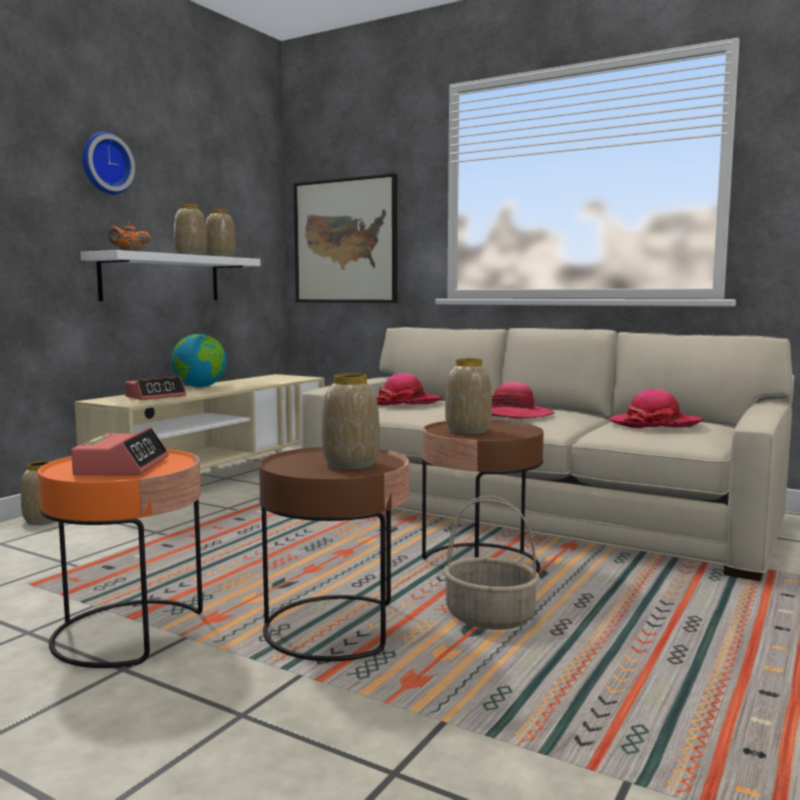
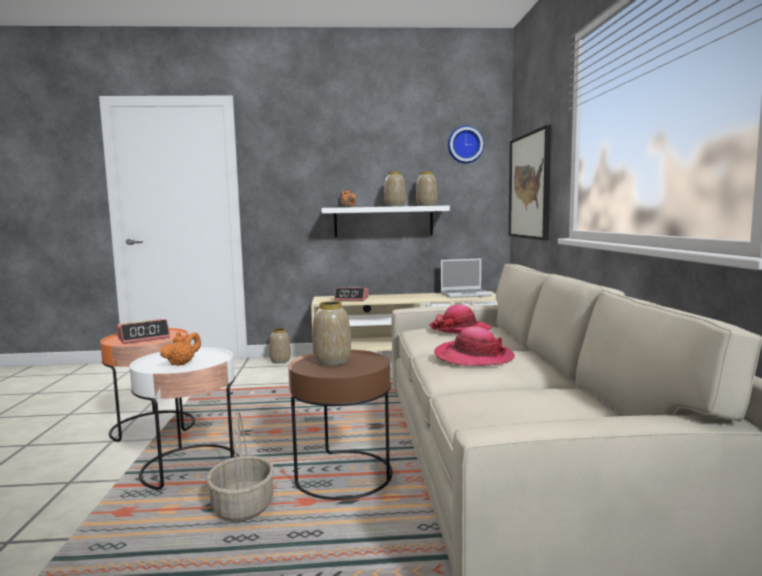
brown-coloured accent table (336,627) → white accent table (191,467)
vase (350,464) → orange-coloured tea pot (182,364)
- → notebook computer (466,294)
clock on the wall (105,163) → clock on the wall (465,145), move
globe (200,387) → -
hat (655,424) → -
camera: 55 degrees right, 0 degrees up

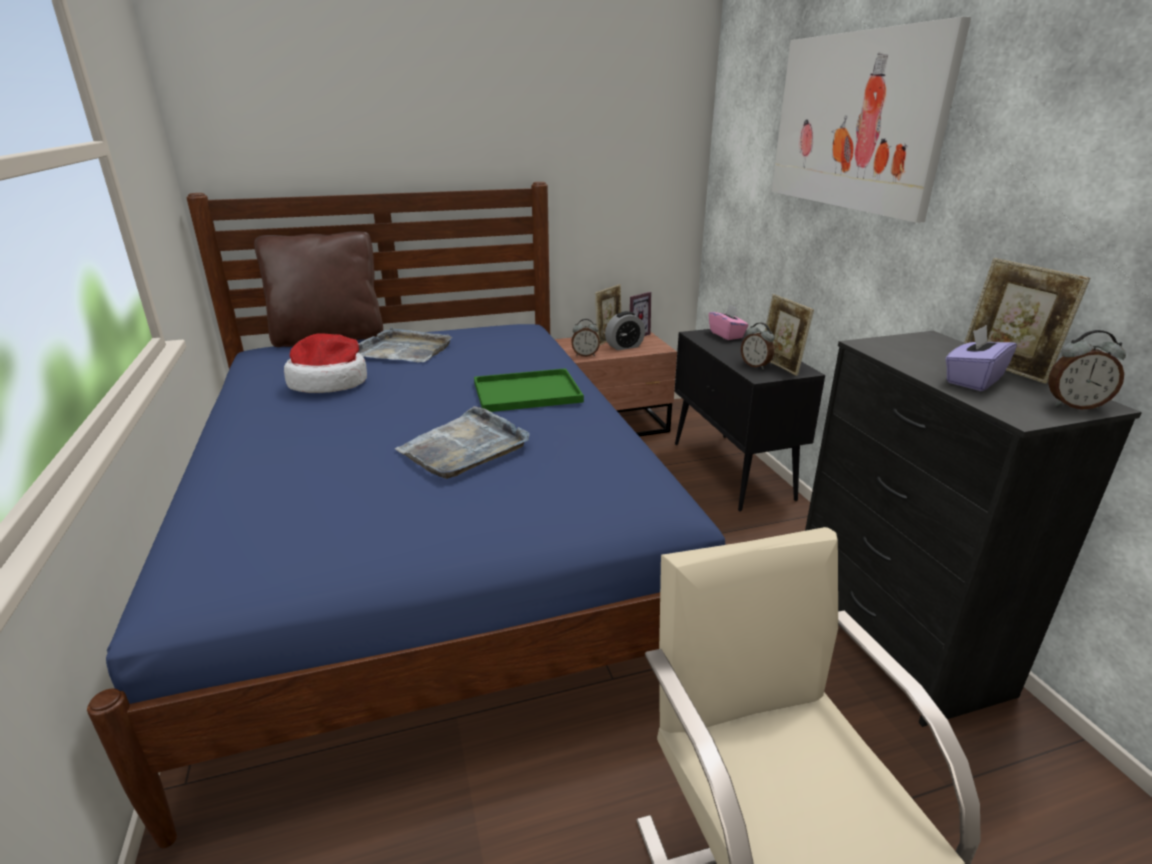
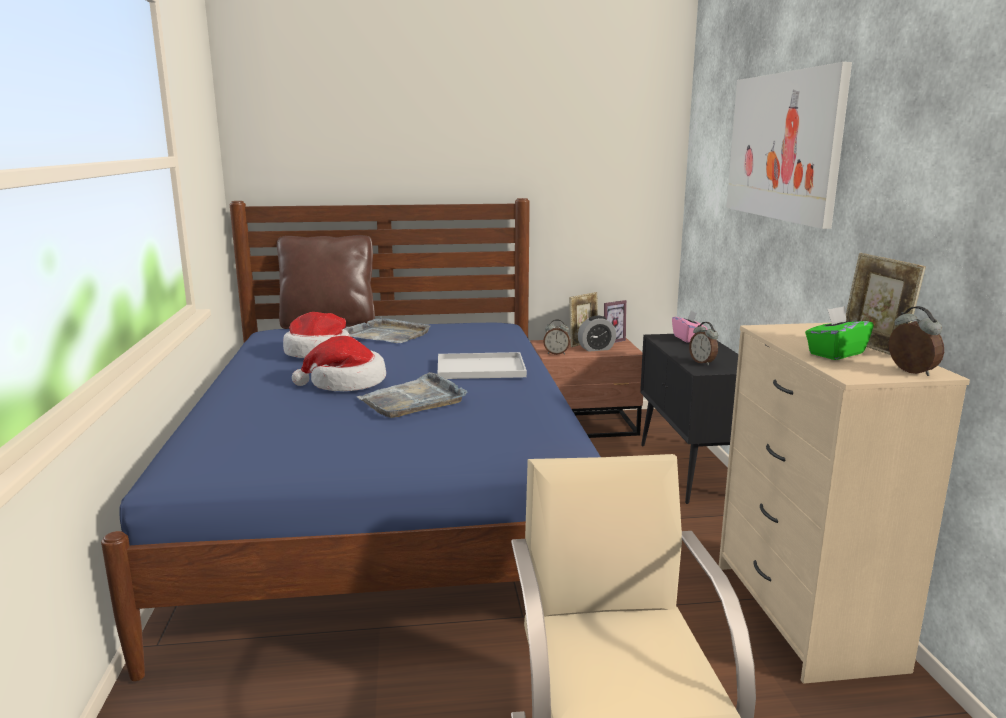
- → hat (346,383)
greenish carrying tray (525,393) → white carrying tray (478,368)
black dresser (893,637) → beige-coloured dresser (803,615)
purplish tissue box (972,380) → greenish tissue box (835,353)
alarm clock (1074,405) → alarm clock (910,372), 135 degrees counterclockwise
picture frame (780,366) → -
camera: 10 degrees right, 10 degrees down

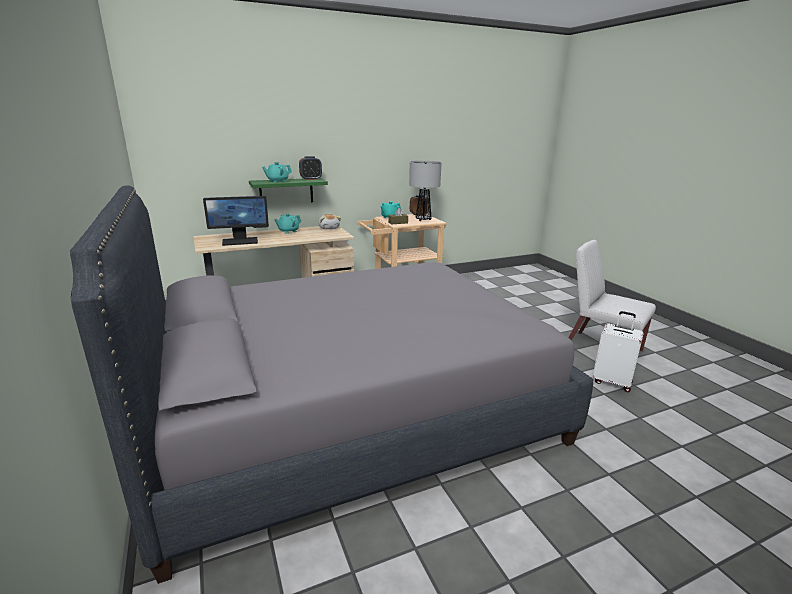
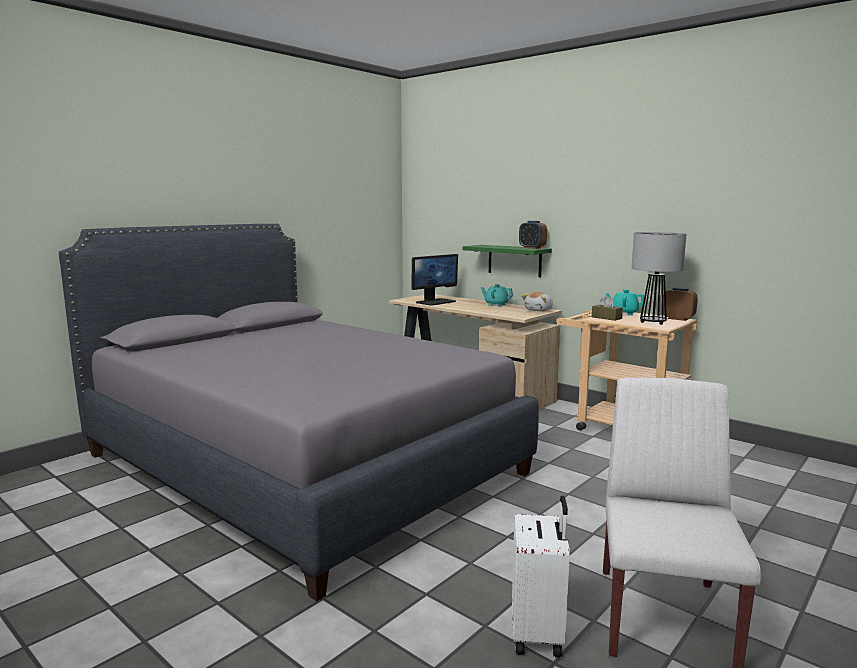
monitor (240,241) → monitor (435,302), 90 degrees counterclockwise
turquoise tea pot (277,181) → -
camera: 65 degrees right, 10 degrees down

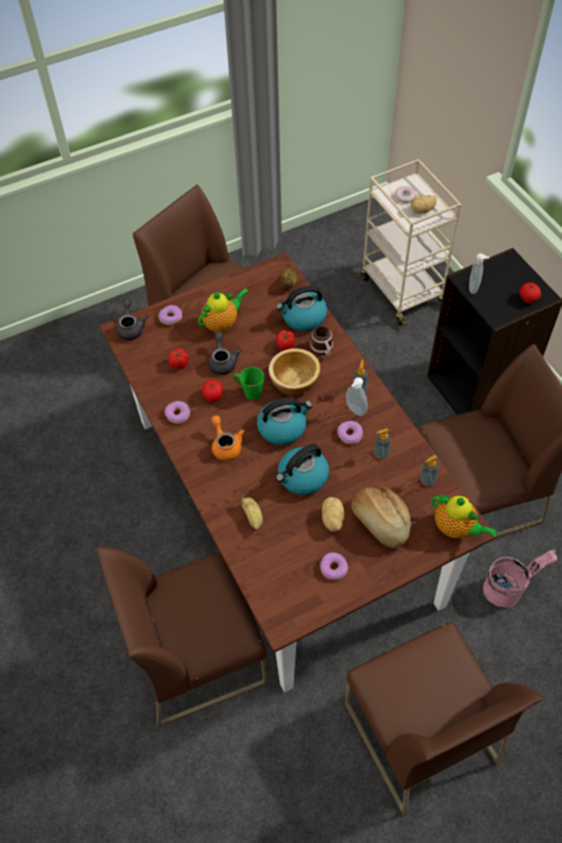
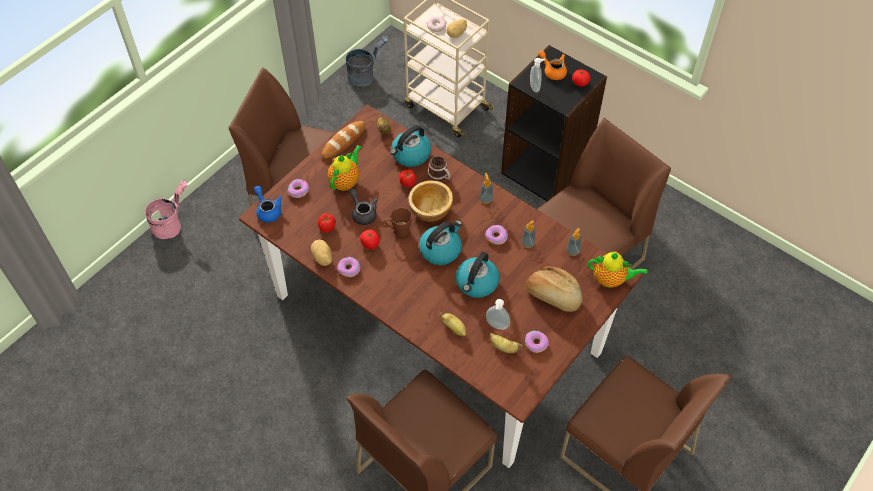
pink pail (508,588) → pink pail (171,225), move
greyish tea pot (131,327) → bluish tea pot (268,210)
spud (332,520) → spud (322,258), move
- → bakery bread (344,141)
- → greyish pail (365,76)
greenish tea mug (249,392) → brown-coloured tea mug (398,230)
soap dispenser (354,411) → soap dispenser (496,326), move
- → banana fruit (504,347)
orange-coloured tea pot (226,445) → orange-coloured tea pot (552,71), move
camera: 25 degrees left, 0 degrees up

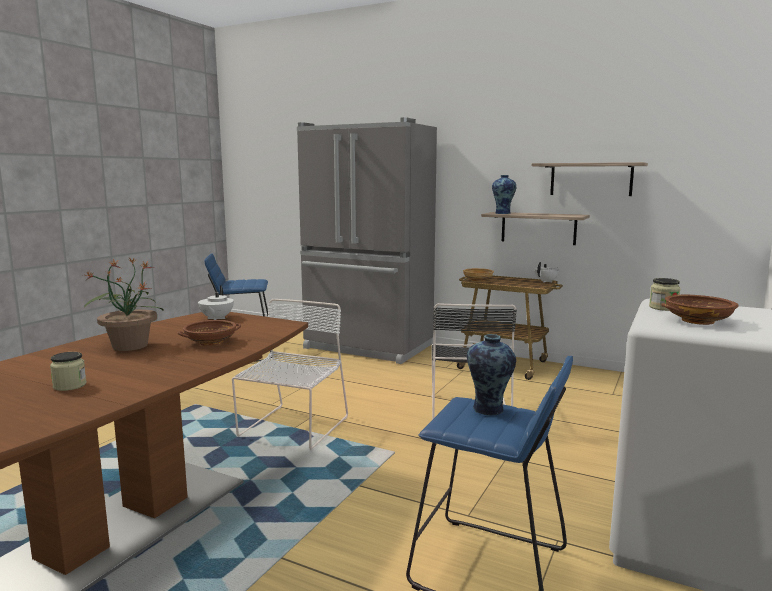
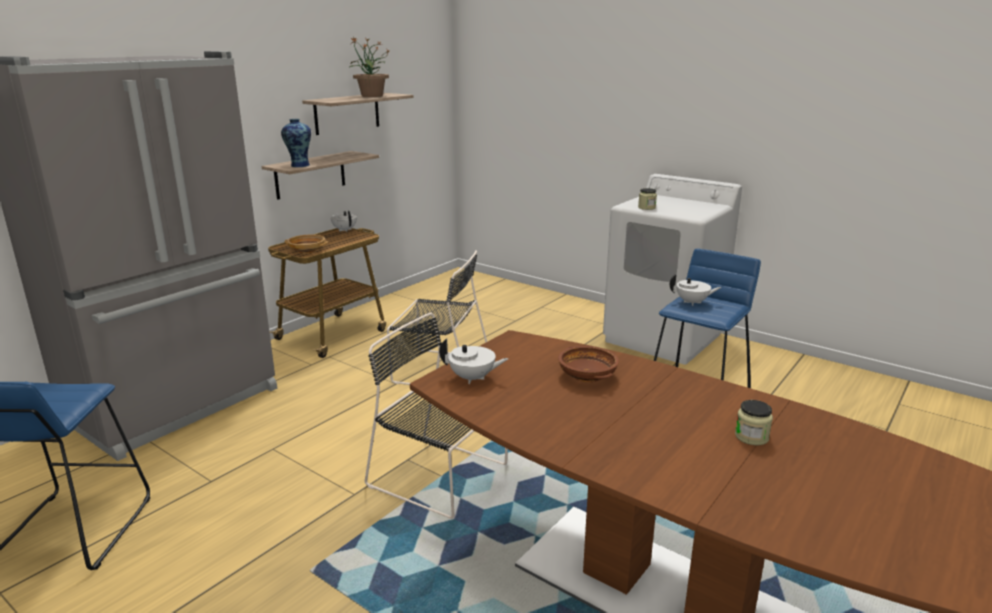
potted plant (129,345) → potted plant (371,96), move
white plain chair (292,428) → black plain chair (441,476)
vase (489,410) → white tea pot (692,302)
brown-coloured bowl (698,320) → -
camera: 80 degrees left, 10 degrees up

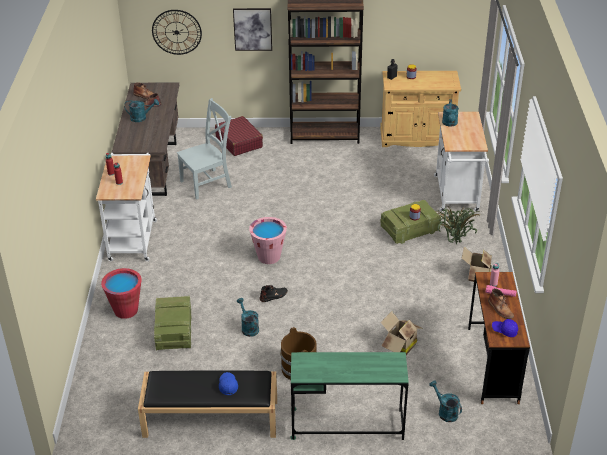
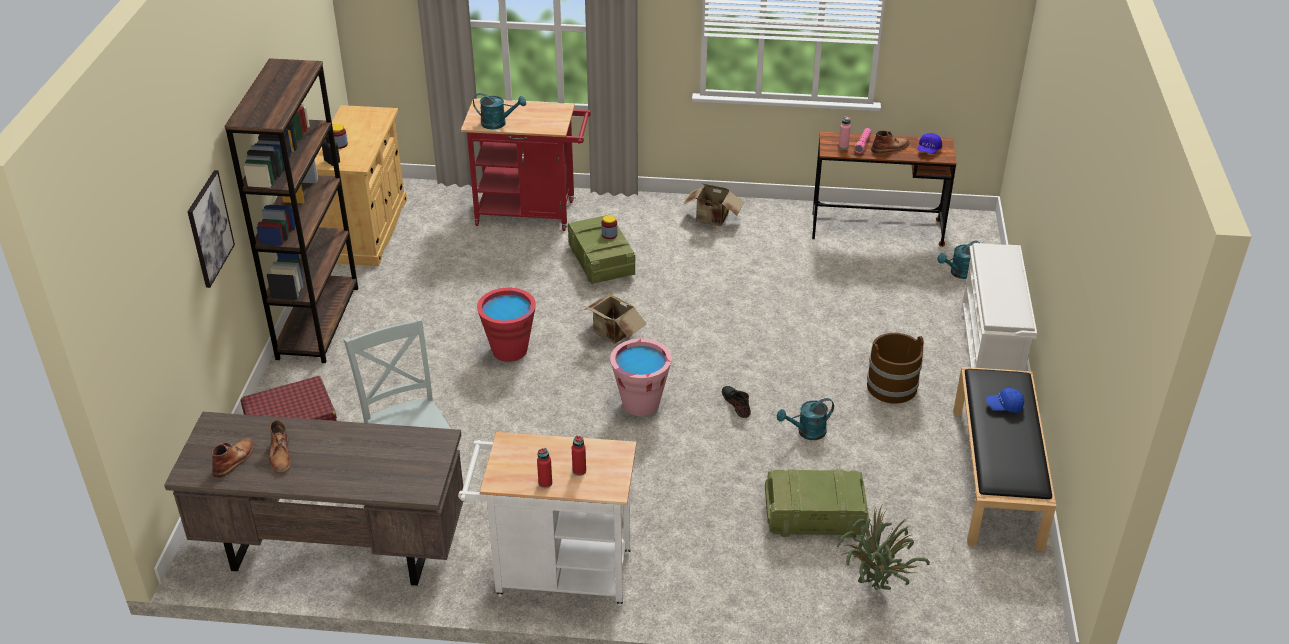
white cart (457,196) → reddish cart (532,213)
reddish pail (126,310) → reddish pail (510,350), move
cardboard box (399,346) → cardboard box (612,334), move
potted plant (454,243) → potted plant (874,589), move
greenish desk (347,424) → white shoe stand (990,351)
turquoise watering pot (141,118) → -
clock on the wall (176,32) → -
camera: 85 degrees left, 0 degrees up

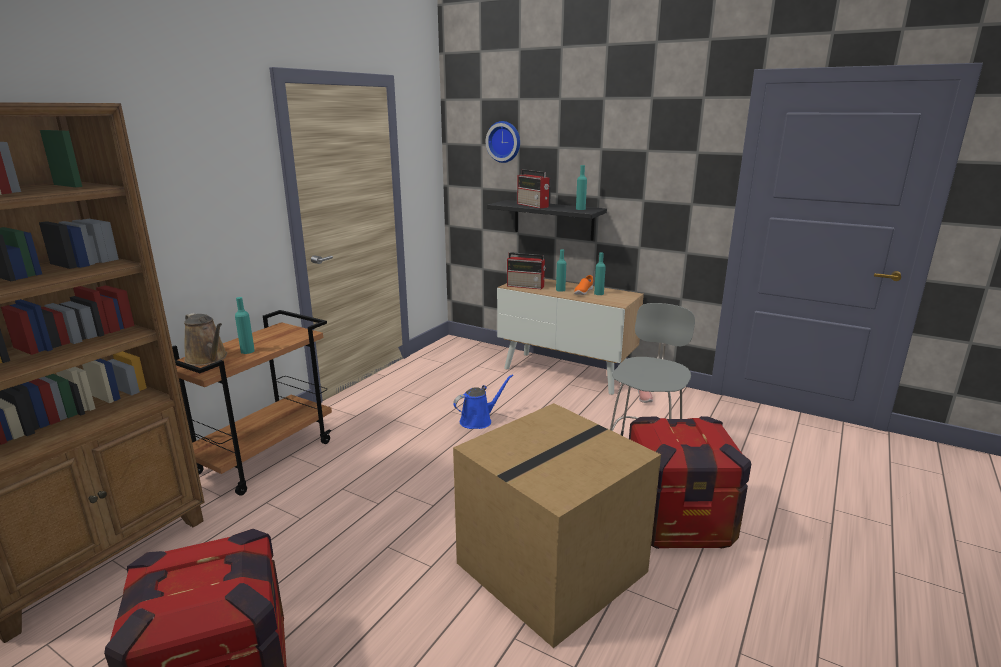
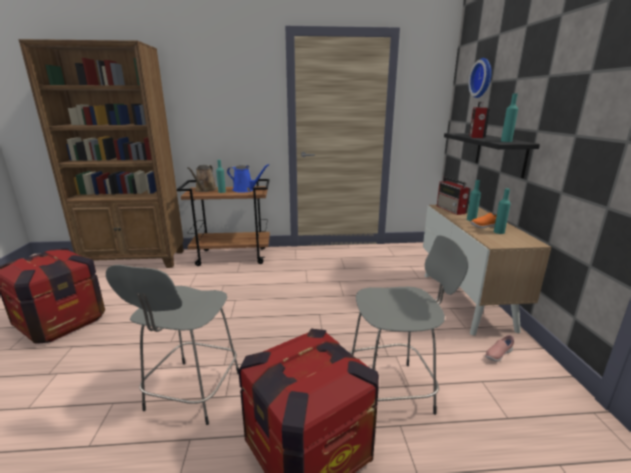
cardboard box (551,570) → greyish stool (192,393)
bluish watering pot (478,420) → bluish watering pot (245,190), move
camera: 55 degrees right, 0 degrees up

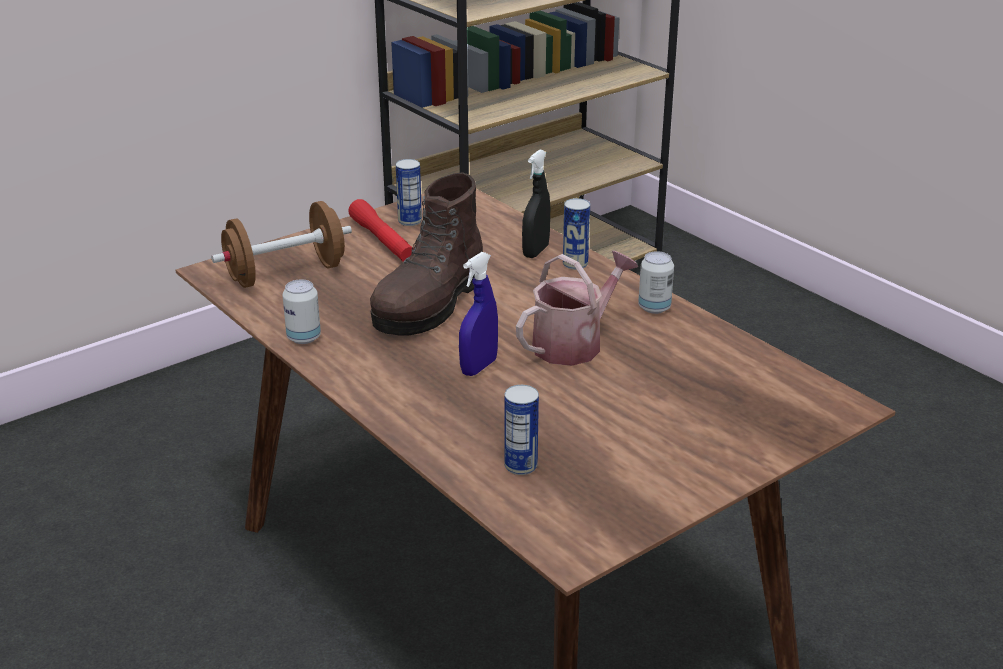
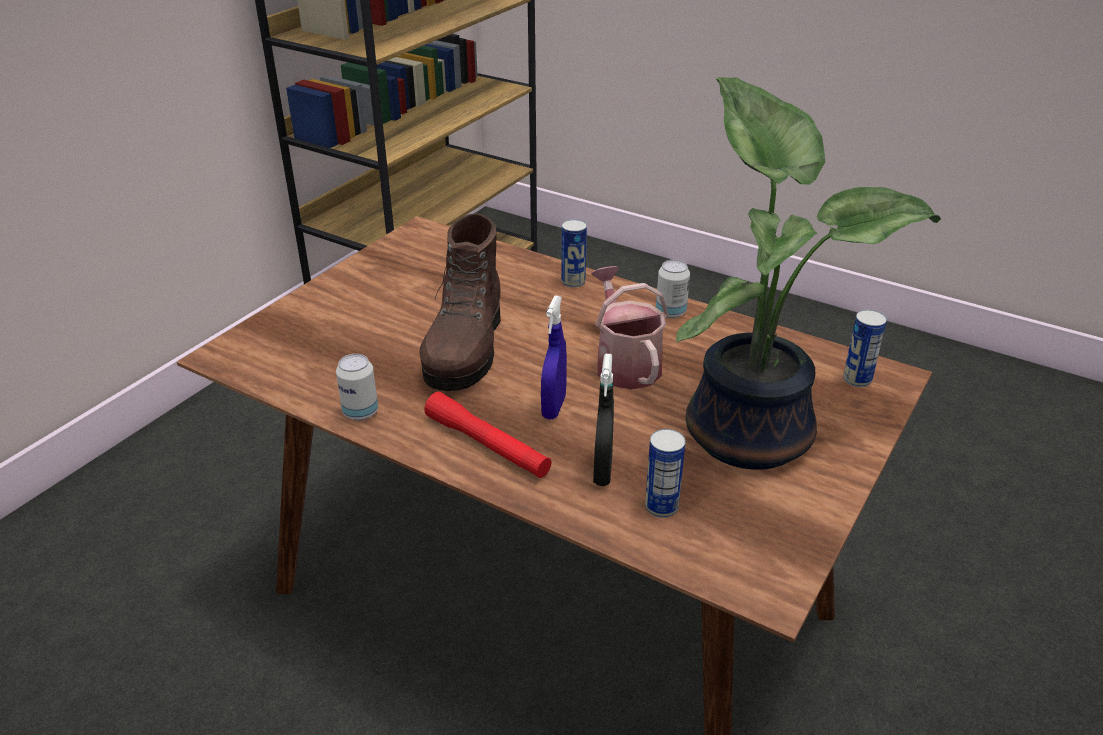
reddish hand torch (383,241) → reddish hand torch (487,445), move
watering pot (574,343) → watering pot (625,363), 45 degrees counterclockwise
black spray bottle (535,251) → black spray bottle (602,471), move
- → potted plant (751,430)
sealed can (410,221) → sealed can (857,379), move
brown-coloured hand weight (285,274) → -
camera: 20 degrees left, 5 degrees up

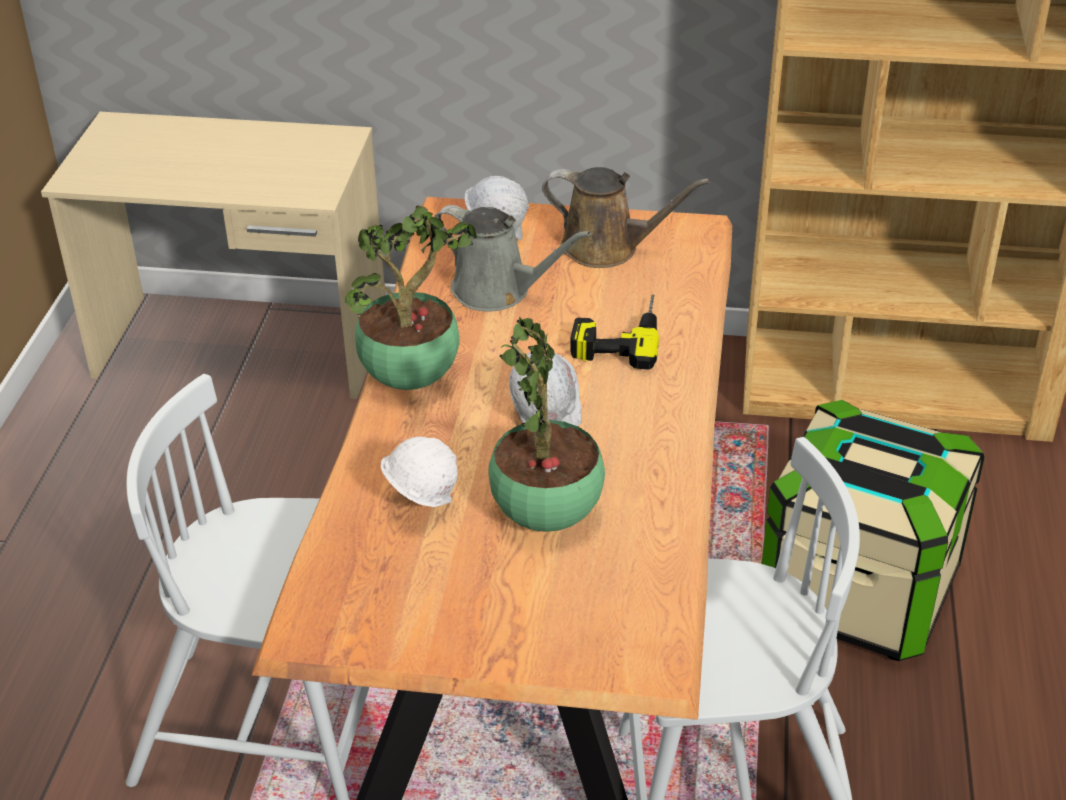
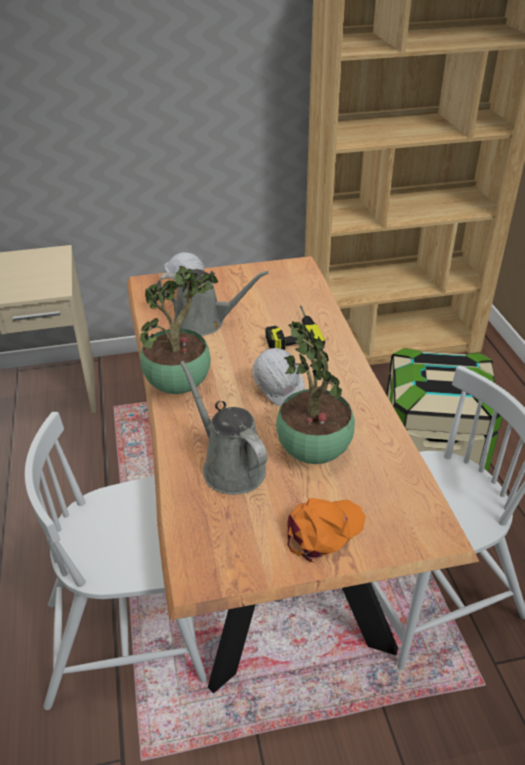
white work helmet (421,506) → greyish watering pot (230,466)
- → orange-coloured baseball cap (323,531)
brown-coloured watering pot (607,248) → -
camera: 20 degrees left, 0 degrees up

